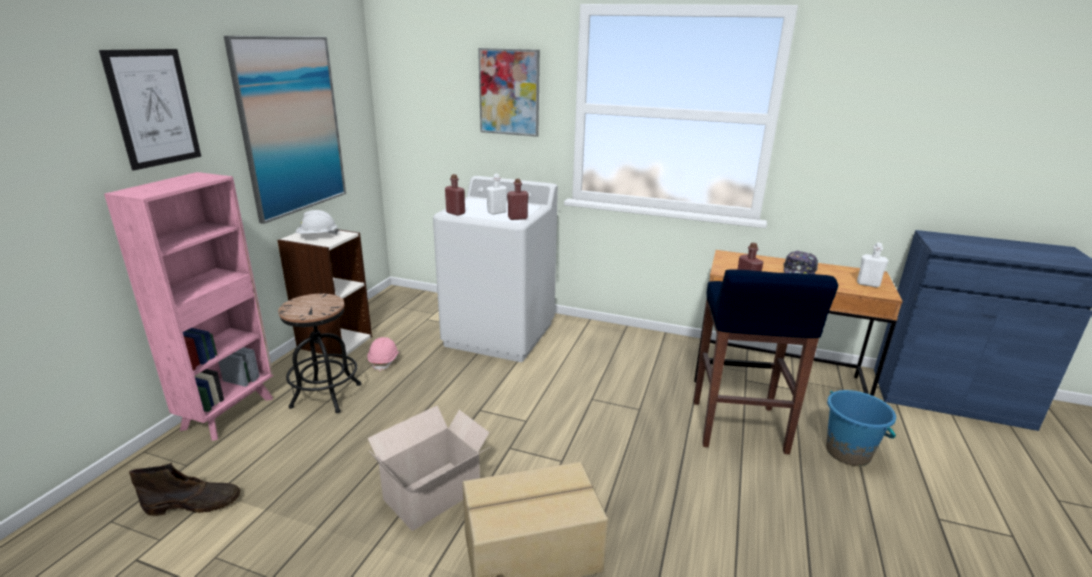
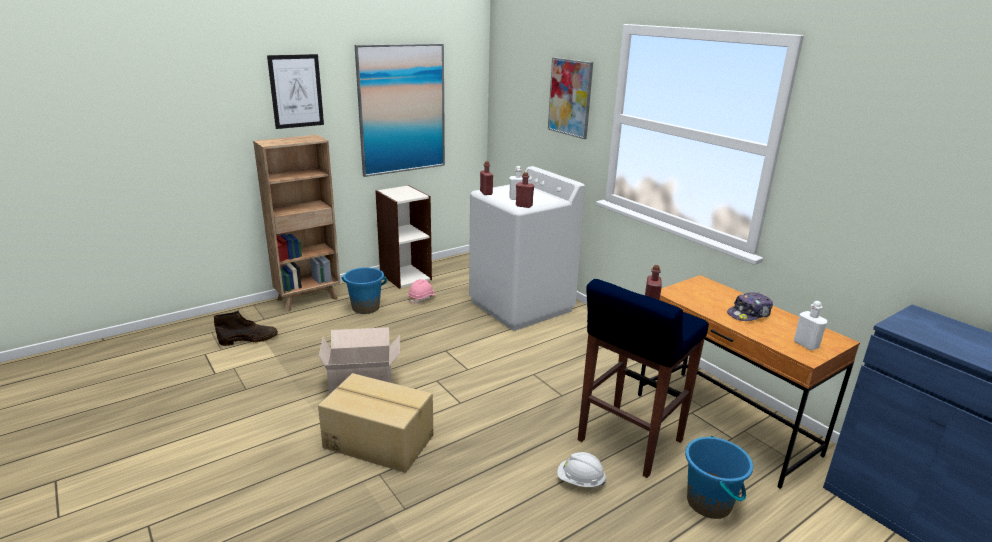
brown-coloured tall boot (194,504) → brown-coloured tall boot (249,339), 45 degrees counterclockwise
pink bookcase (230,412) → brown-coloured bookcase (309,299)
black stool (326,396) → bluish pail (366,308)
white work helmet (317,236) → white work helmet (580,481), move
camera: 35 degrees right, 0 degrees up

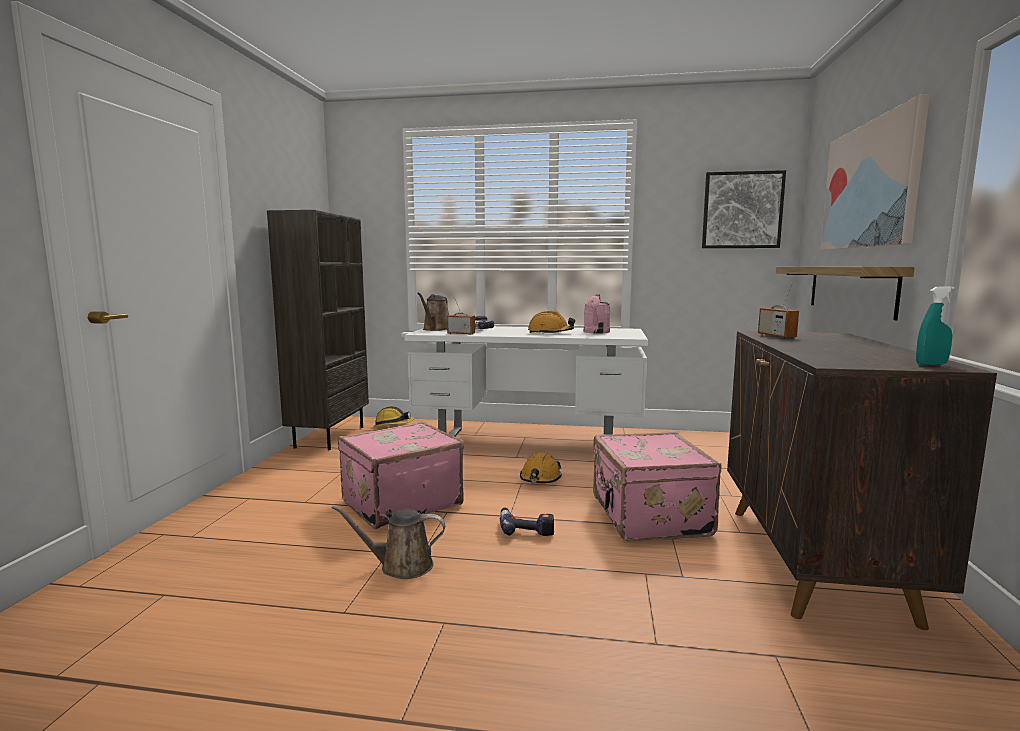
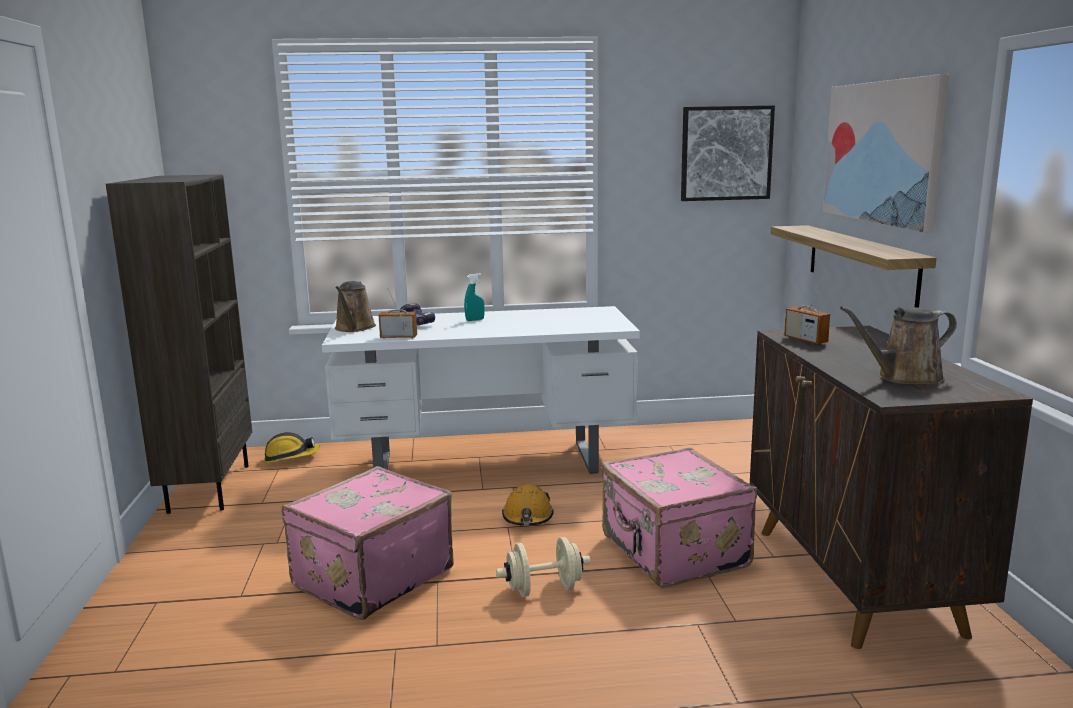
turquoise spray bottle (931,364) → turquoise spray bottle (475,320), move
electric drill (526,528) → beige-coloured hand weight (544,589)
brown-coloured watering pot (401,566) → brown-coloured watering pot (904,378), move
orange-coloured work helmet (550,333) → -
pink watering pot (596,332) → -
camera: 15 degrees left, 5 degrees up

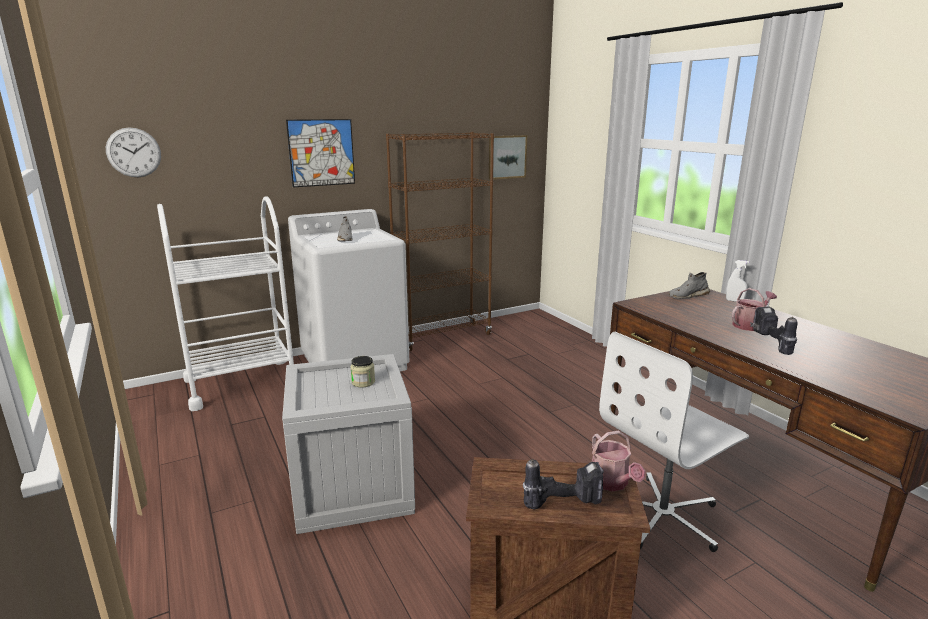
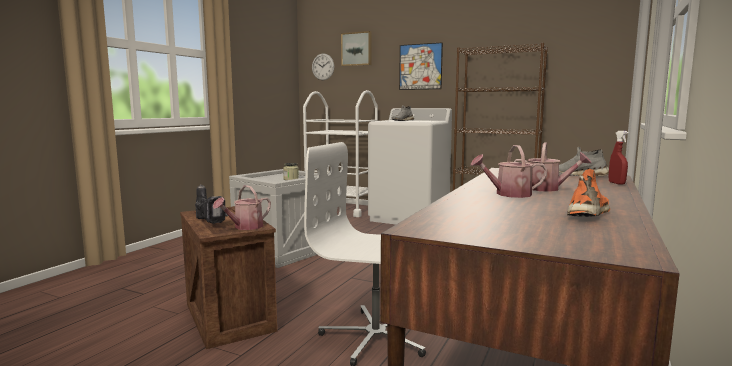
wall art (506,157) → wall art (357,49), move
electric drill (770,343) → watering pot (508,194)
- → orange-coloured shoe (589,213)
white spray bottle (734,301) → reddish spray bottle (616,183)
camera: 55 degrees right, 10 degrees down

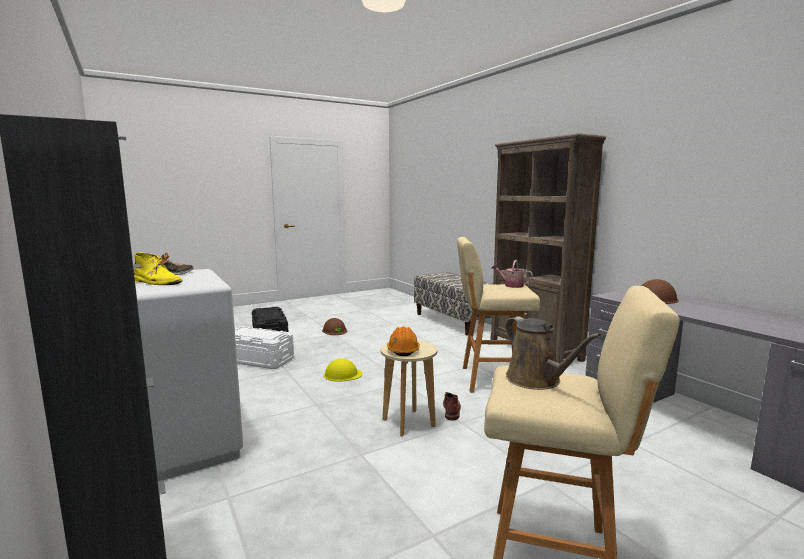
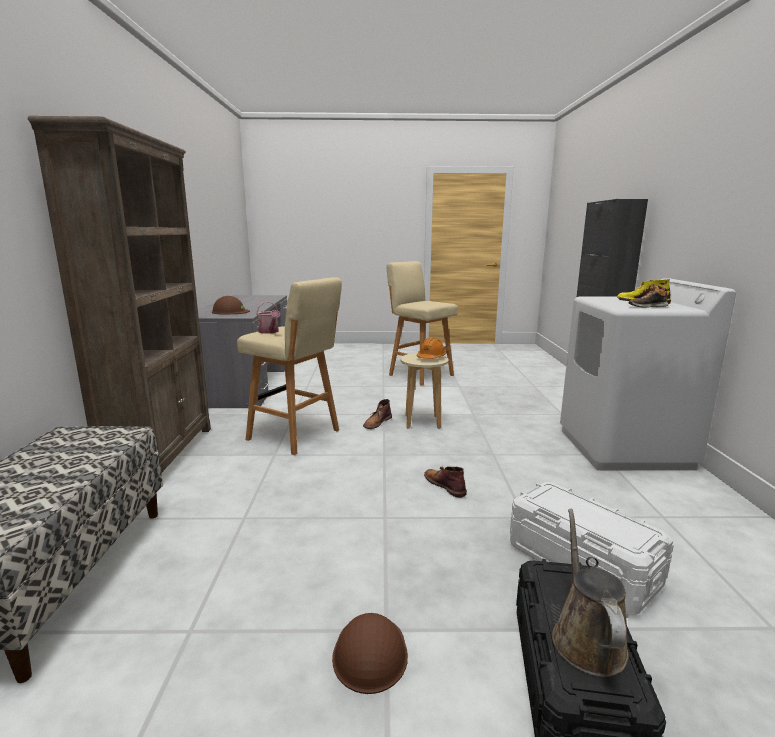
yellow work helmet (342,374) → brown-coloured tall boot (444,485)
brown-coloured watering pot (537,380) → brown-coloured watering pot (586,638), move
camera: 150 degrees left, 5 degrees up

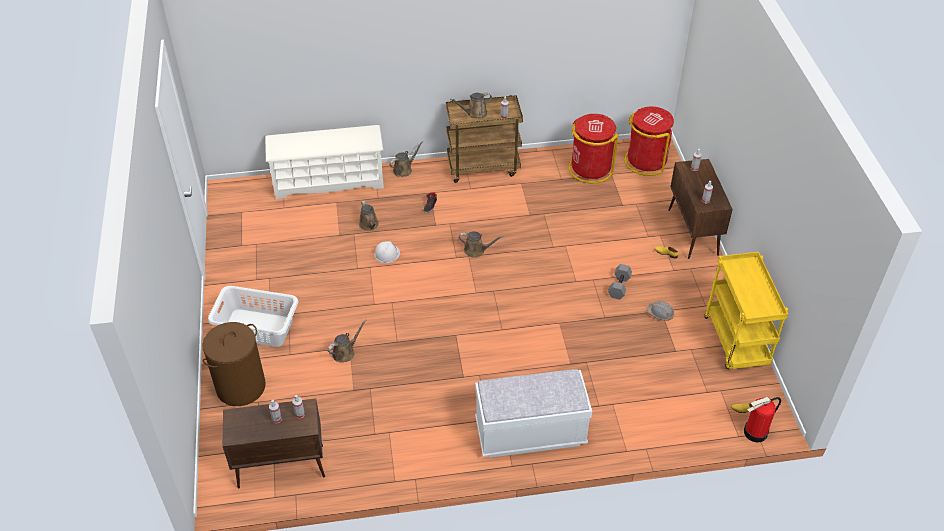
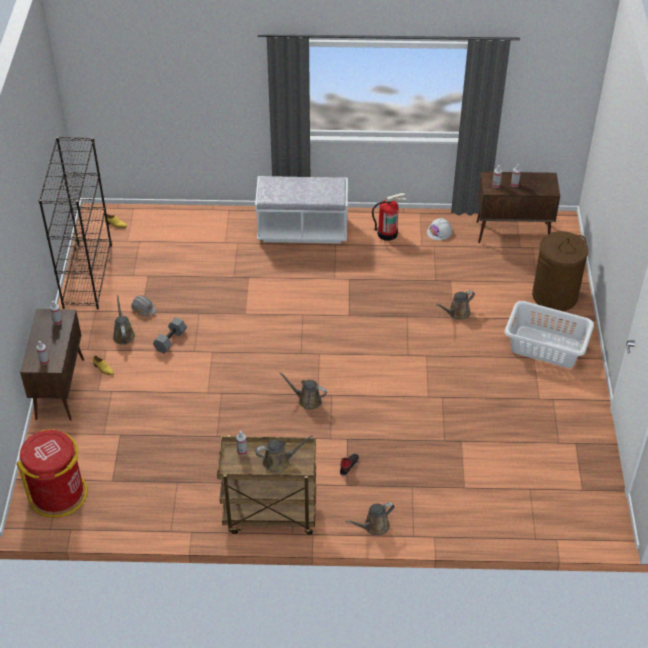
yellow cart (737,342) → black bookcase (87,275)
brown-coloured watering pot (369,225) → brown-coloured watering pot (123,334), move
extinguisher (755,432) → extinguisher (387,233), move
white work helmet (387,254) → white work helmet (439,232), move
white shoe stand (329,181) → -
reddish waste bin (590,169) → -
camera: 170 degrees left, 0 degrees up

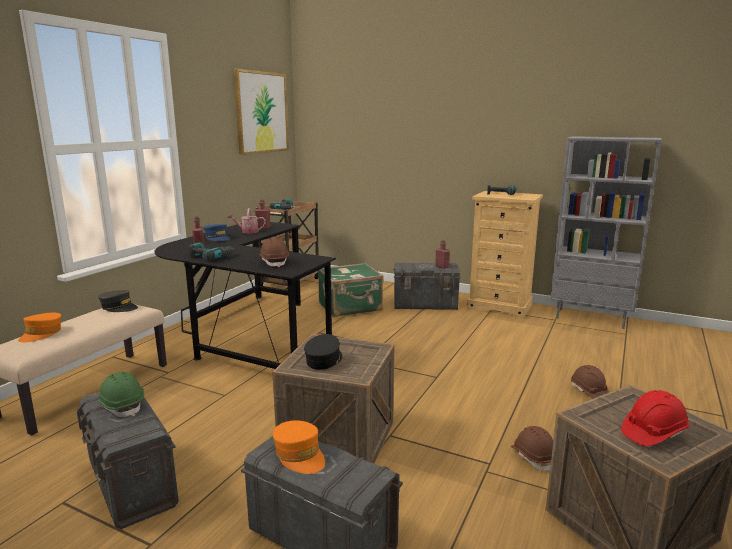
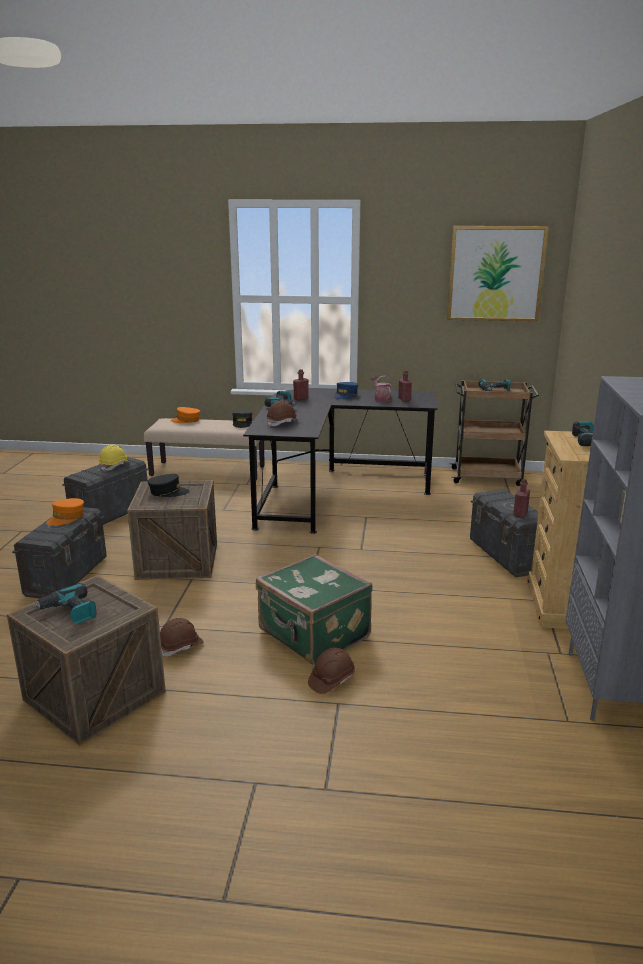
reddish work helmet (653,432) → electric drill (69,612)
greenish work helmet (122,406) → yellow work helmet (115,466)
greenish piece of luggage (350,307) → greenish piece of luggage (313,635), move
camera: 70 degrees right, 5 degrees up

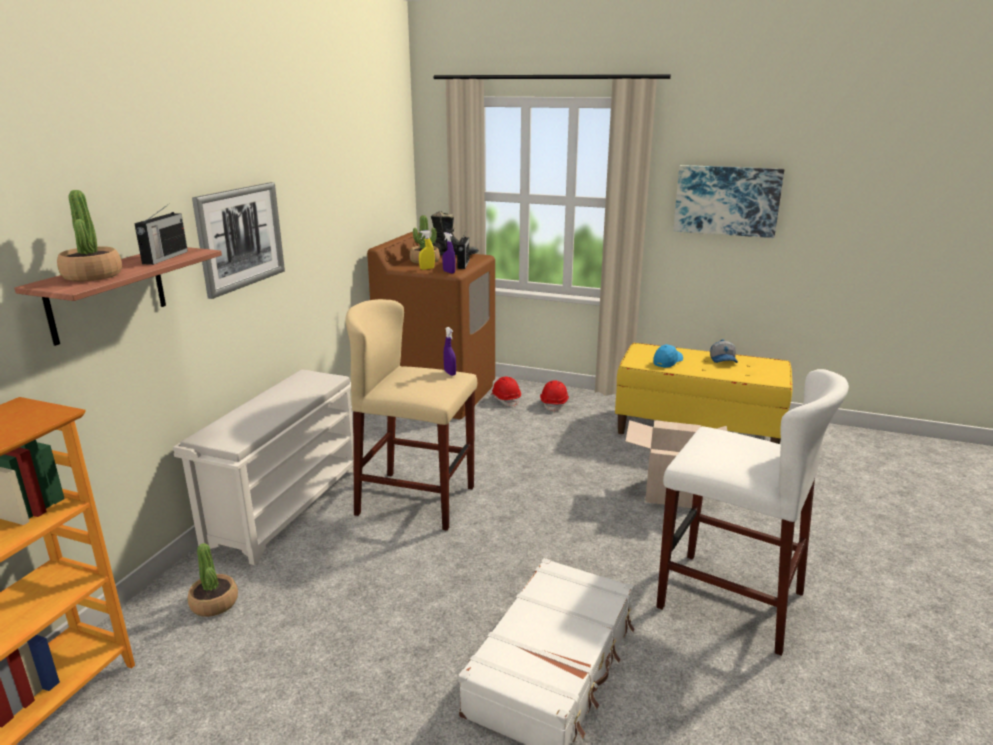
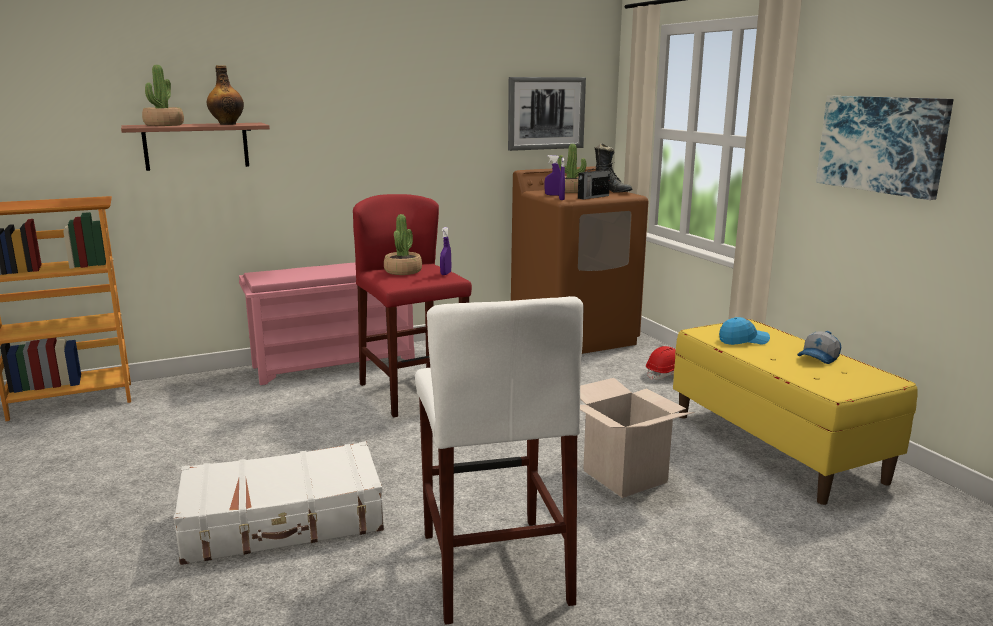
radio (164,258) → beverage bottle (227,124)
white shoe stand (285,505) → pink shoe stand (335,363)
beige-coloured stool (416,500) → reddish stool (413,392)
potted plant (214,603) → potted plant (403,271), move
wall art (240,237) → wall art (546,113), move
yellow spray bottle (427,269) → purplish spray bottle (552,195)
reddish work helmet (505,399) → -
camera: 45 degrees right, 5 degrees down

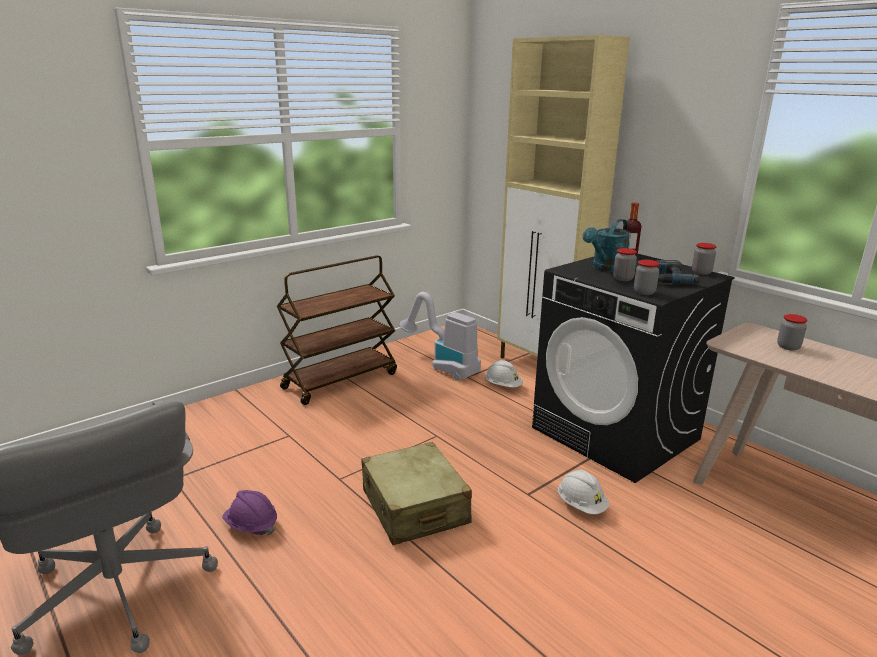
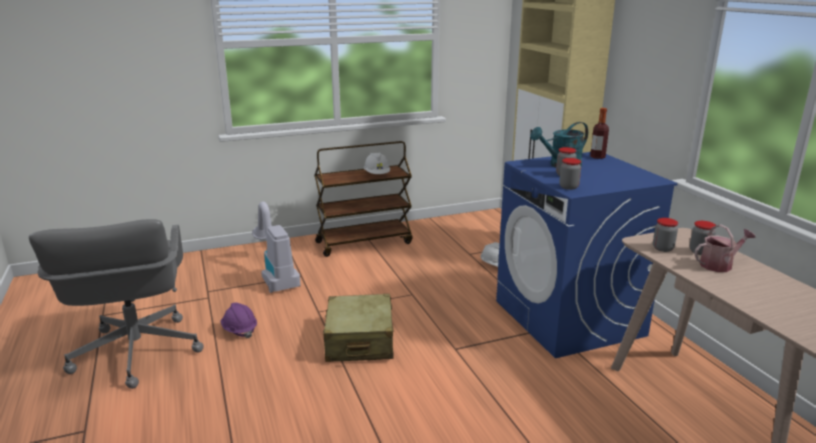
vacuum cleaner (442,366) → vacuum cleaner (275,276), move
white work helmet (581,505) → white work helmet (377,175), move
black washing machine (616,434) → bluish washing machine (569,318)
preserve jar (701,272) → preserve jar (662,248), move
- → watering pot (719,265)
electric drill (667,278) → -
camera: 20 degrees right, 0 degrees up

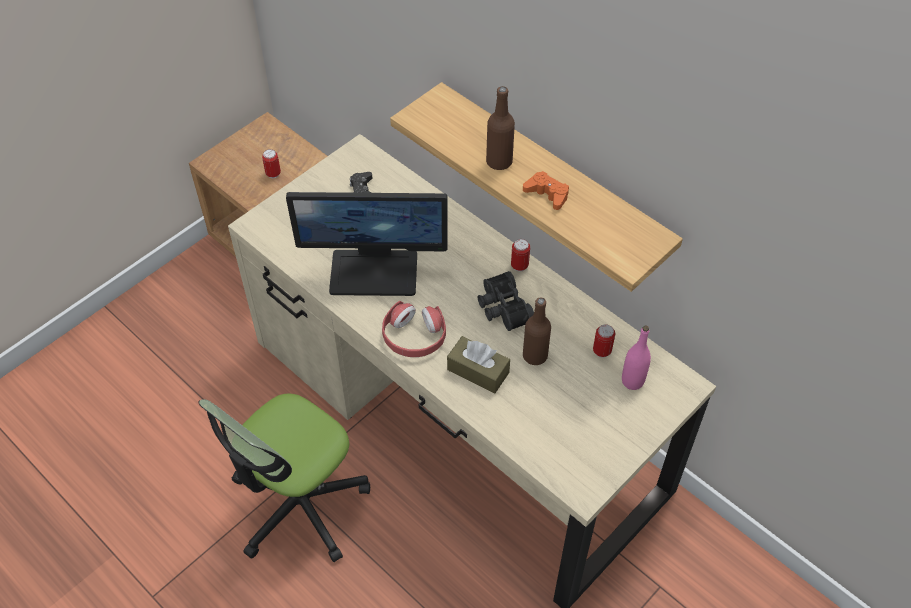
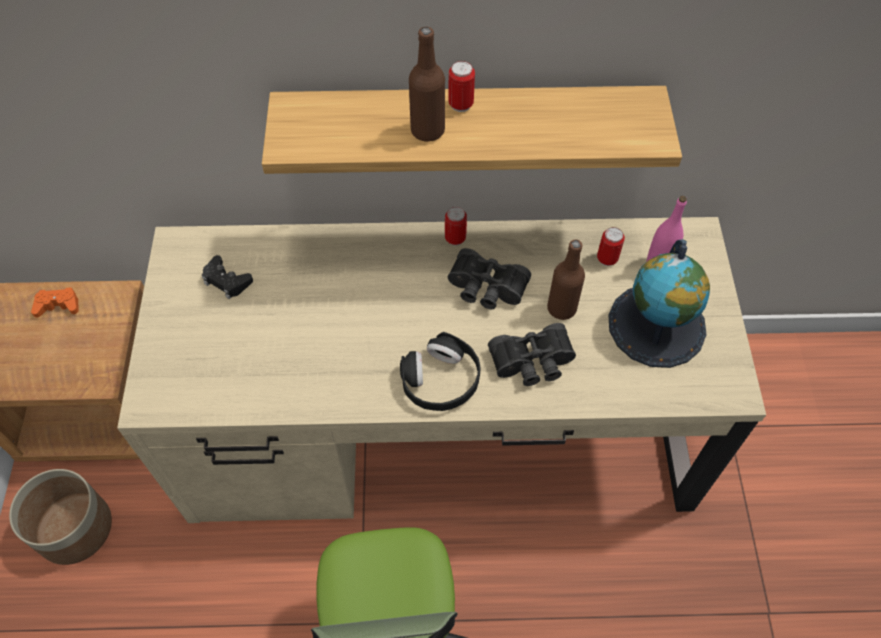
- → flower pot (74,529)
orange-coloured joypad (547,194) → orange-coloured joypad (58,305), move
reddish pair of headphones (414,336) → black pair of headphones (440,380)
sealed can (273,174) → sealed can (460,105), move
brown-coloured tissue box (478,371) → black binoculars (533,363)
- → globe (657,325)
monitor (374,271) → -
camera: 45 degrees left, 5 degrees up

